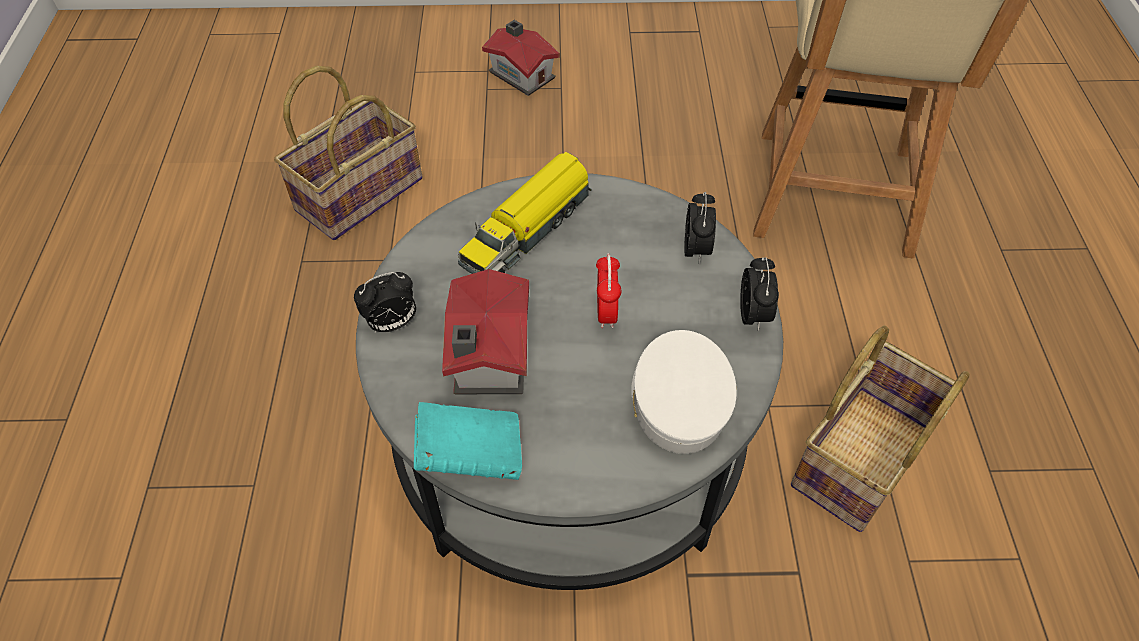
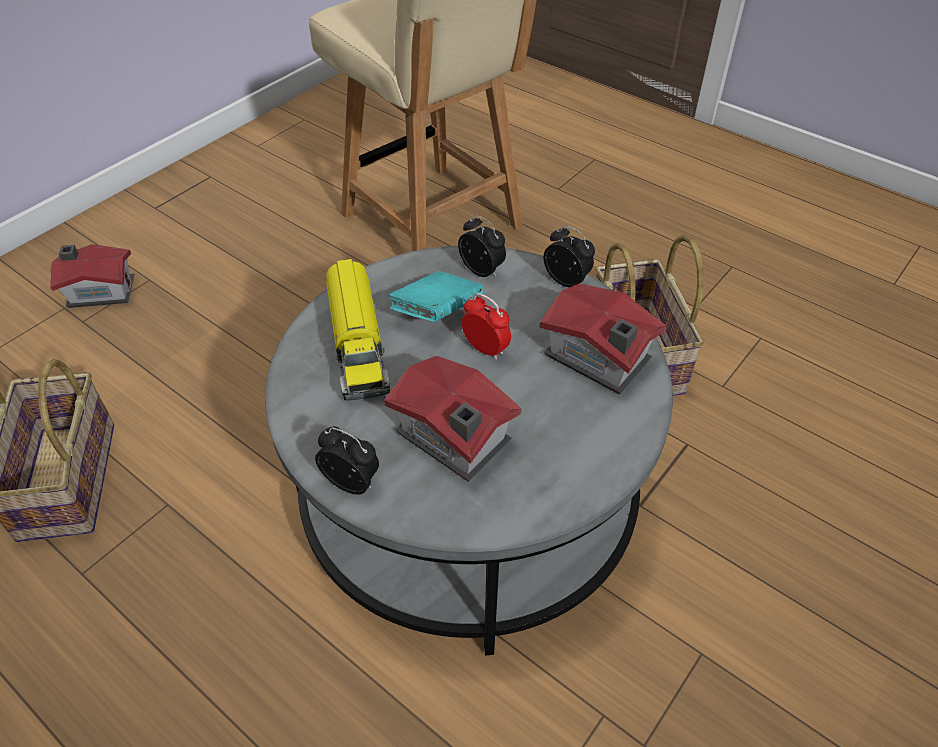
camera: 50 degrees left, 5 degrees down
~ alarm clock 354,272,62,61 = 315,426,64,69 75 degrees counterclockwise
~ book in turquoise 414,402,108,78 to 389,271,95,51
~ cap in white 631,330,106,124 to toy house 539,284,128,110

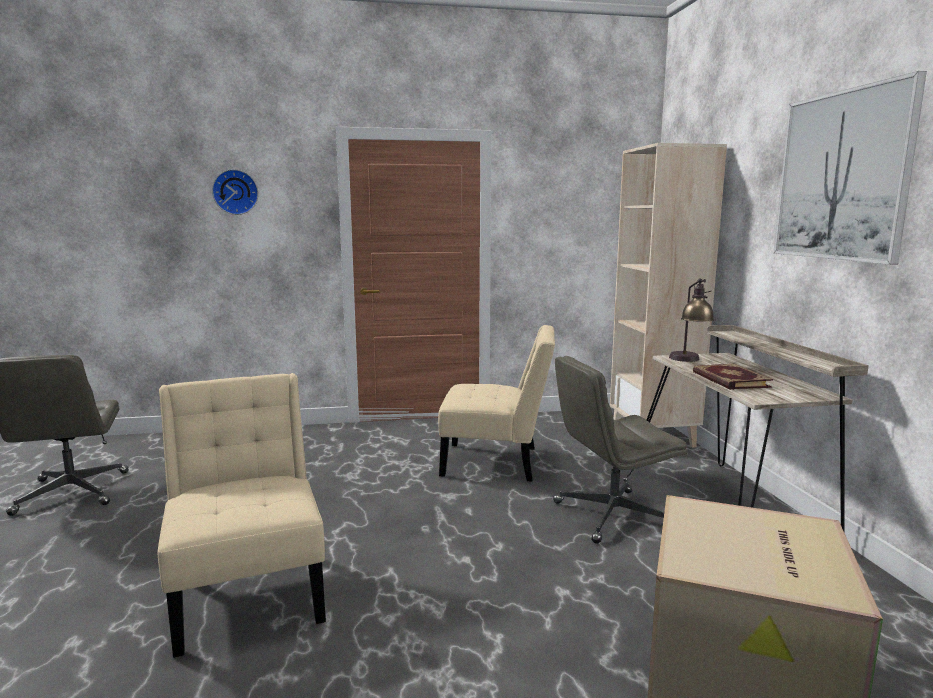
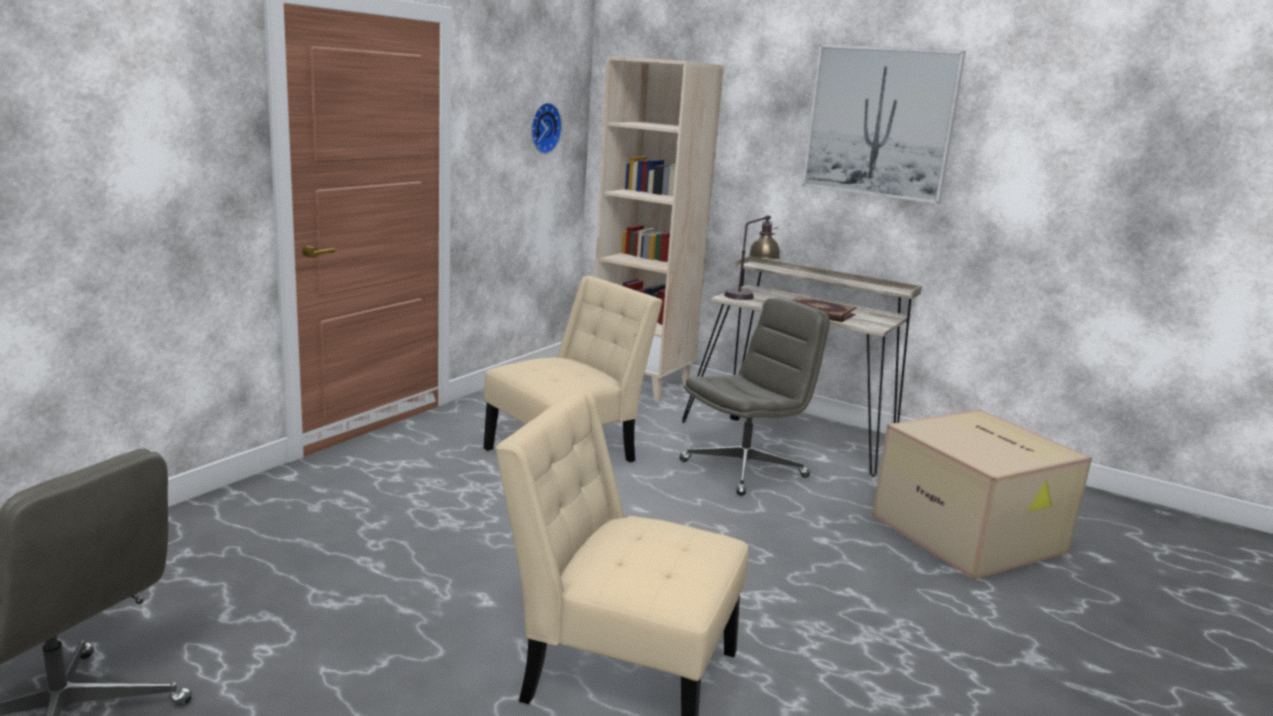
camera: 50 degrees left, 5 degrees up
~ wall clock 212,169,47,46 to 531,103,31,51
~ office chair in grey 553,356,135,187 = 679,298,151,198 150 degrees counterclockwise

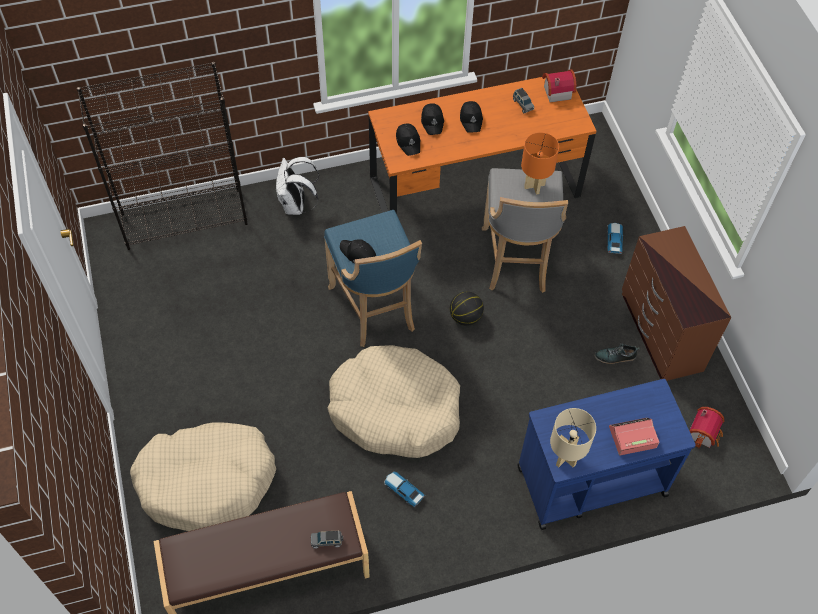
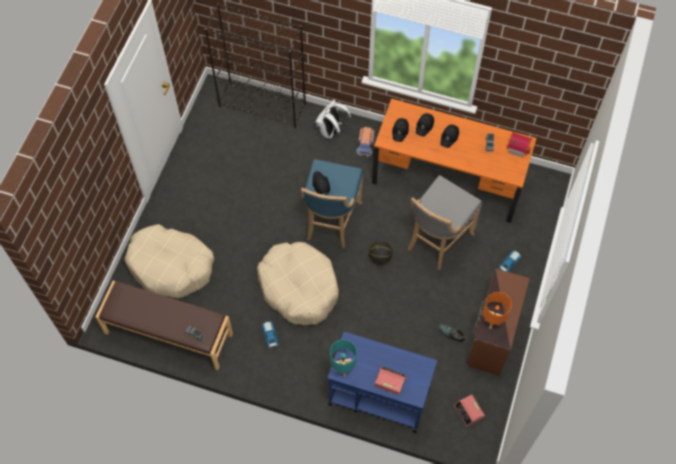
camera: 35 degrees right, 5 degrees up
~ table lamp in orange 521,132,38,62 to 483,292,29,37
~ table lamp in beige 550,408,46,60 to table lamp in turquoise 330,340,27,36
~ toy house 689,407,35,42 to alarm clock 454,395,31,32
+ toy truck 357,127,18,30

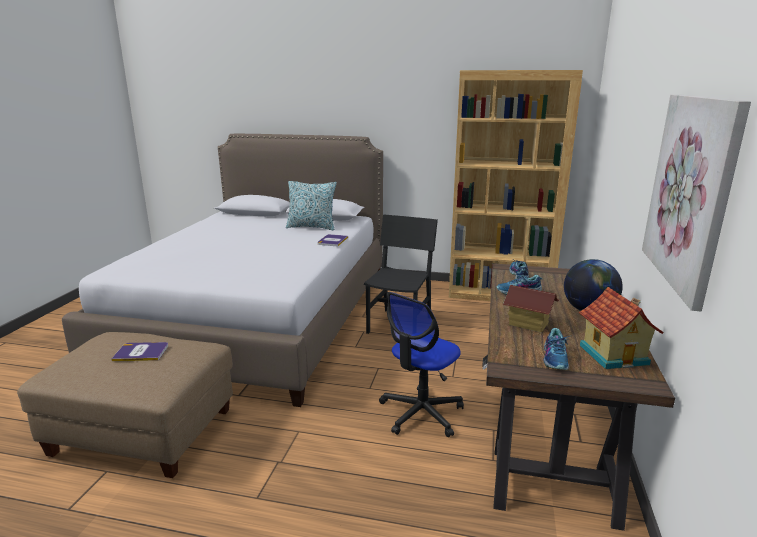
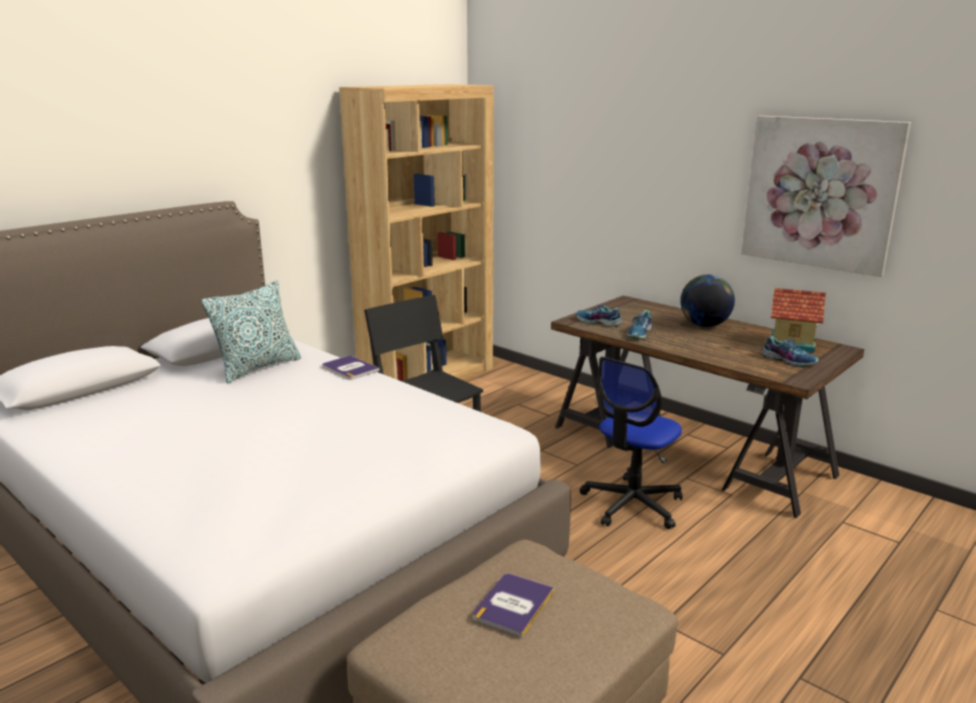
camera: 60 degrees left, 0 degrees up
~ office chair 379,292,85,145 = 580,357,103,172 60 degrees clockwise
- toy house 503,285,56,48

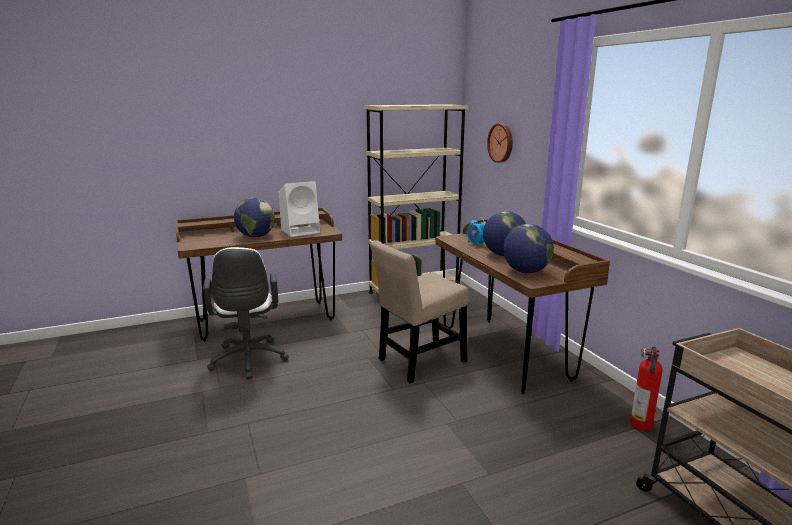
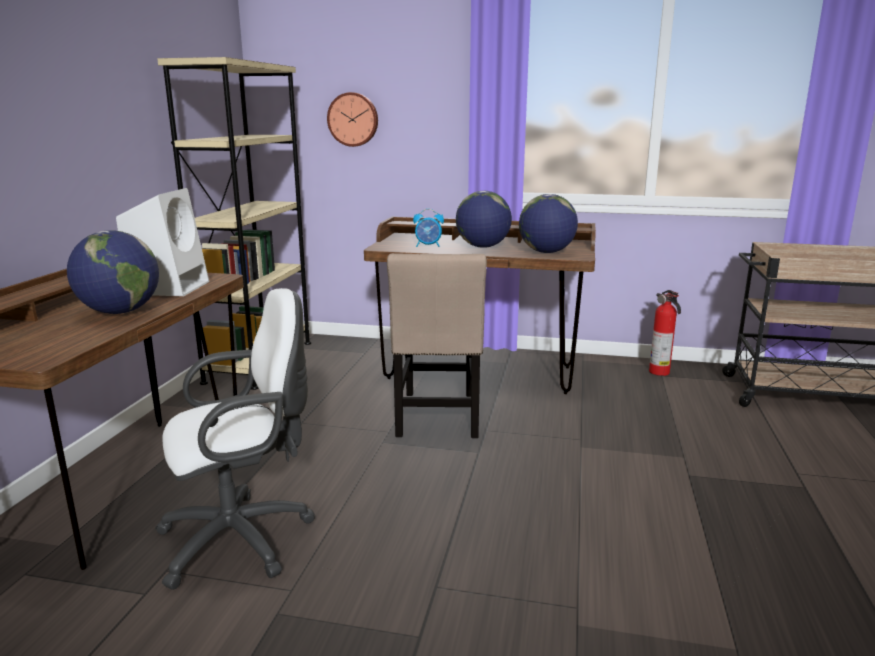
camera: 55 degrees left, 0 degrees up
~ office chair in white 203,247,86,132 = 155,288,160,302 45 degrees counterclockwise

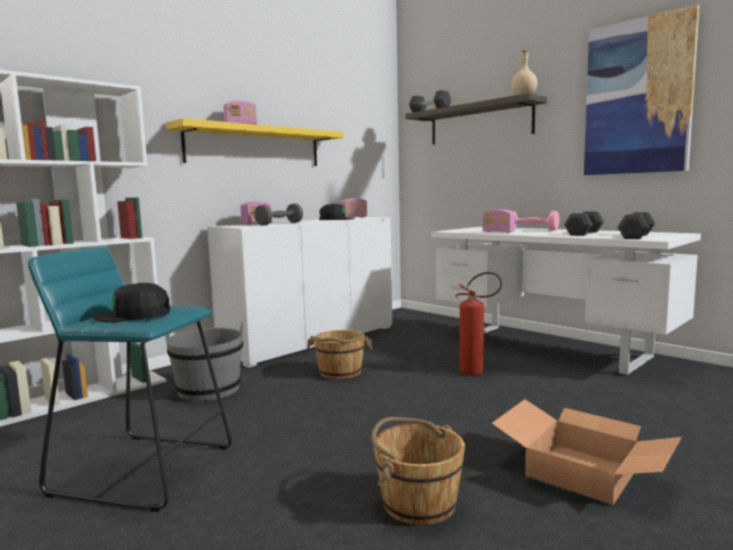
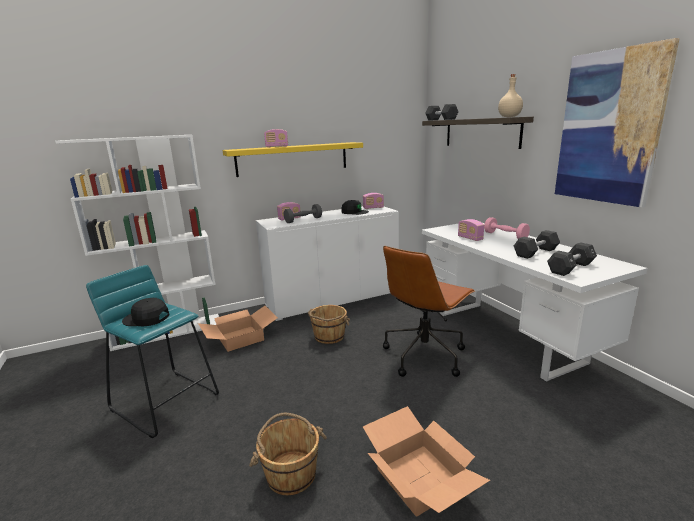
camera: 20 degrees right, 10 degrees up
~ bucket in grey 165,322,78,79 to cardboard box 198,306,80,46
~ fire extinguisher 455,272,47,104 to office chair in brown 383,246,92,131

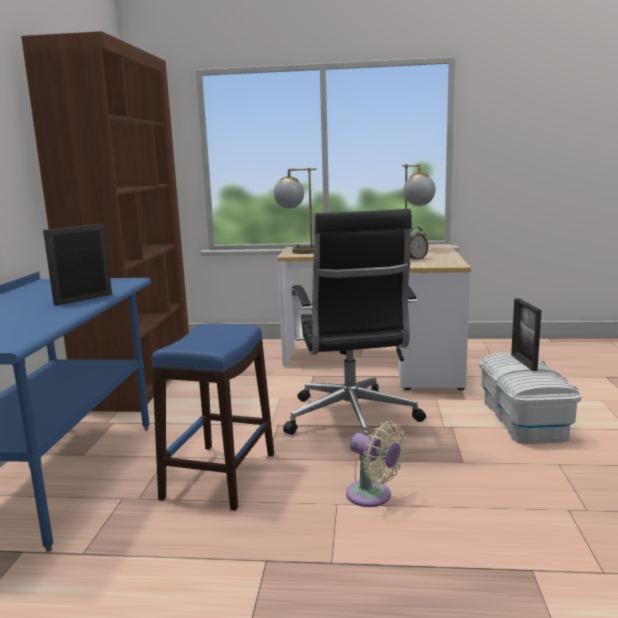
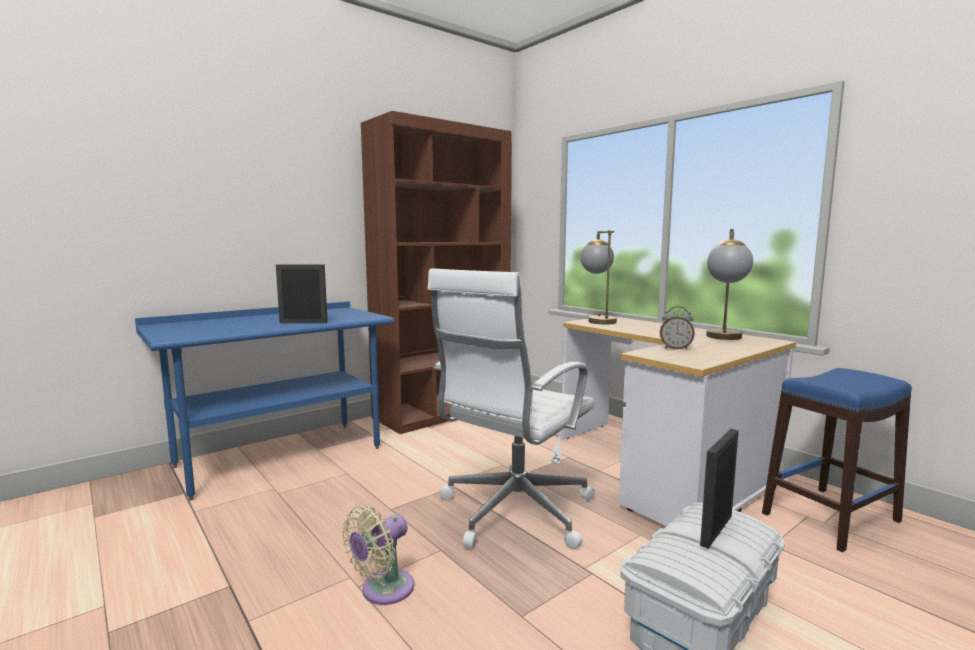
camera: 45 degrees right, 5 degrees down
~ stool in blue 152,323,122,188 to 762,368,150,184
~ office chair in black 283,209,143,226 to office chair in white 427,268,168,281
~ fan in beige 346,422,60,85 = 342,505,72,100 45 degrees clockwise

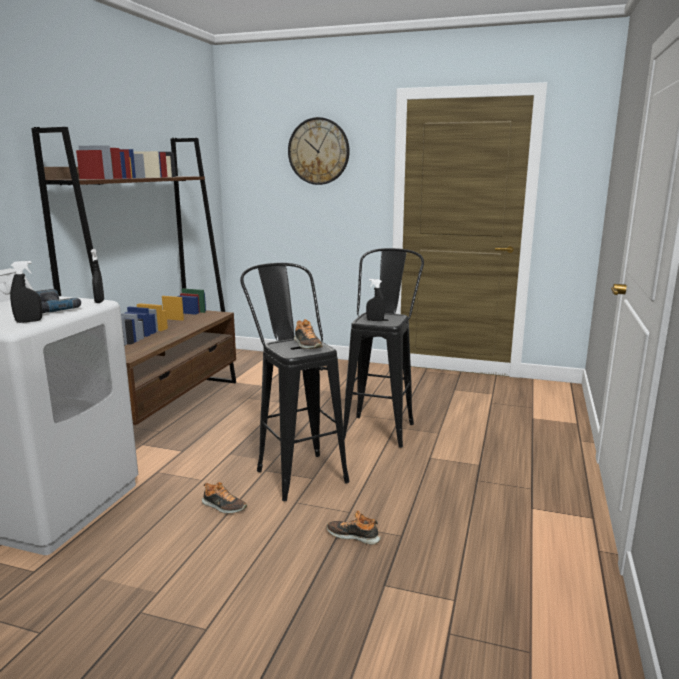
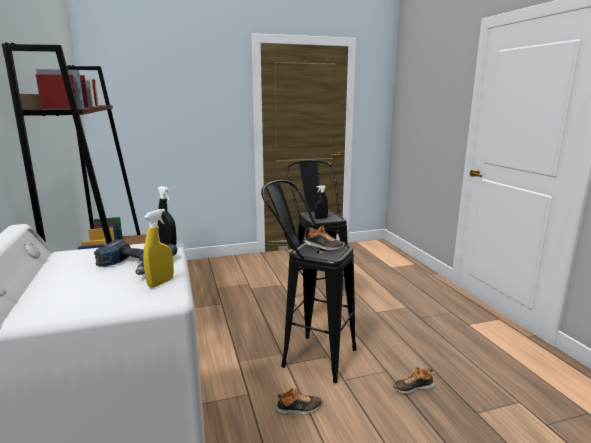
camera: 35 degrees left, 0 degrees up
~ spray bottle in black 10,261,32,62 to spray bottle in yellow 143,209,31,79
- wall clock 288,117,62,68

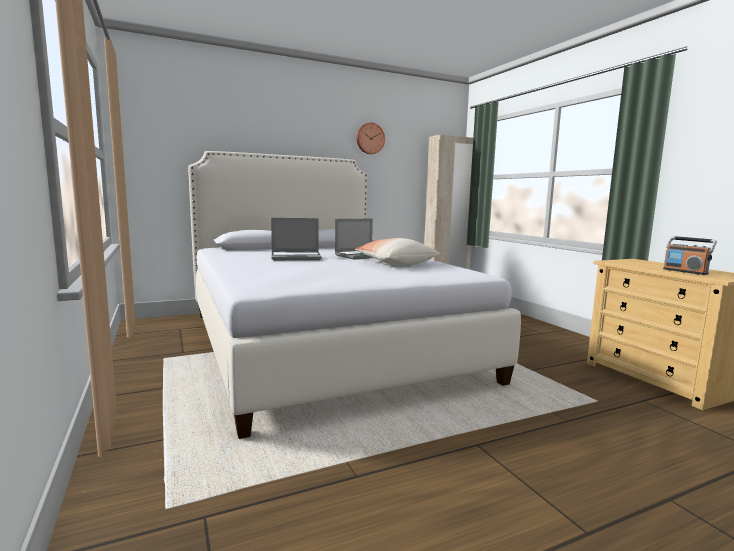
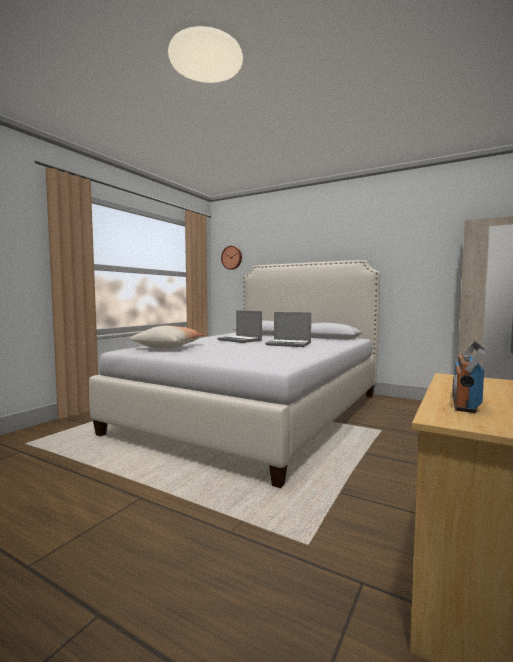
camera: 55 degrees right, 5 degrees down
~ pillow 355,238,85,27 to 129,326,76,23
~ wall clock 356,123,29,31 to 221,246,21,24

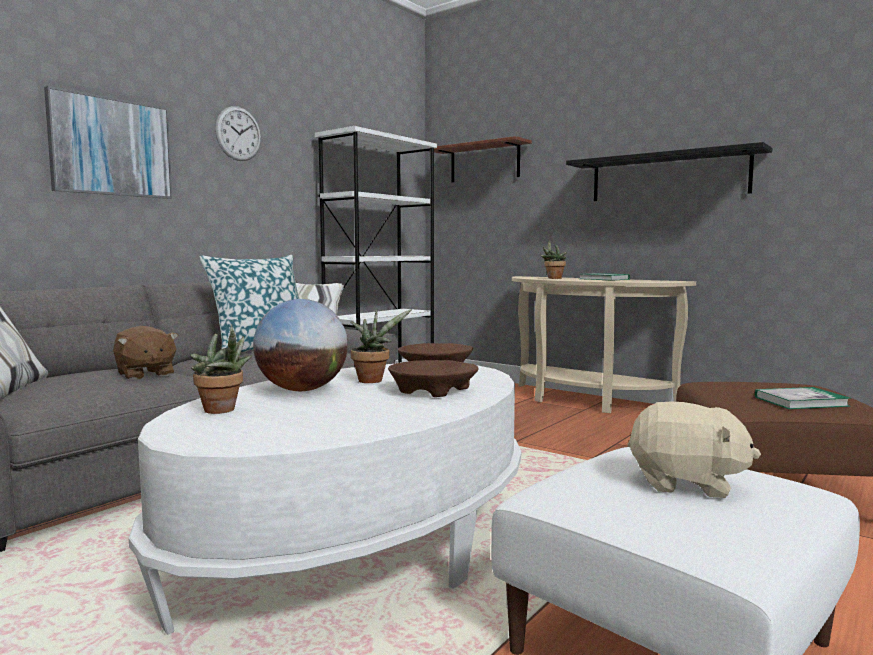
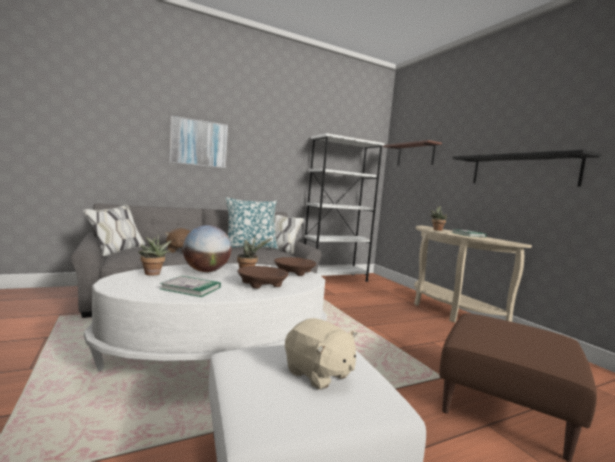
camera: 25 degrees right, 0 degrees up
- wall clock 215,106,46,55
~ book 755,387,96,22 to 160,276,61,21

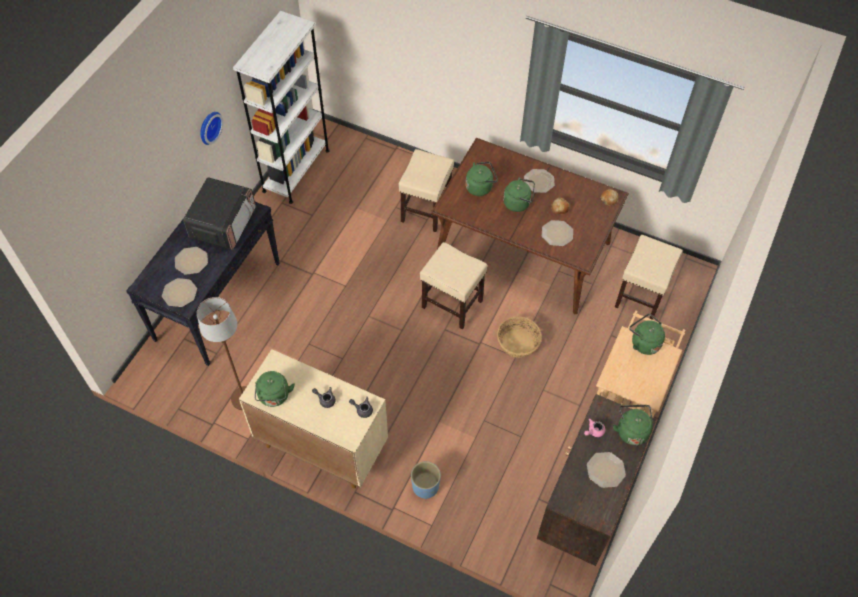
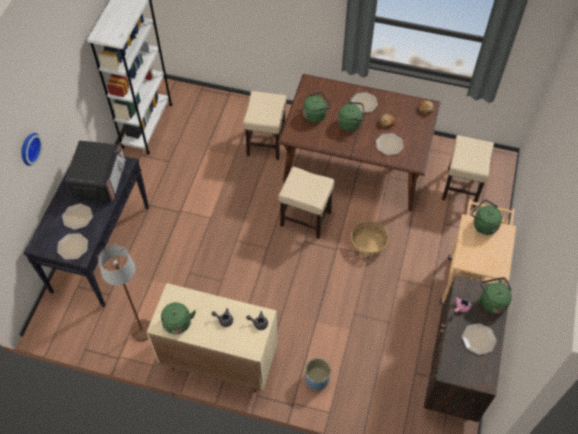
camera: 10 degrees left, 0 degrees up
~ wall clock 200,112,23,33 to 21,133,22,33

